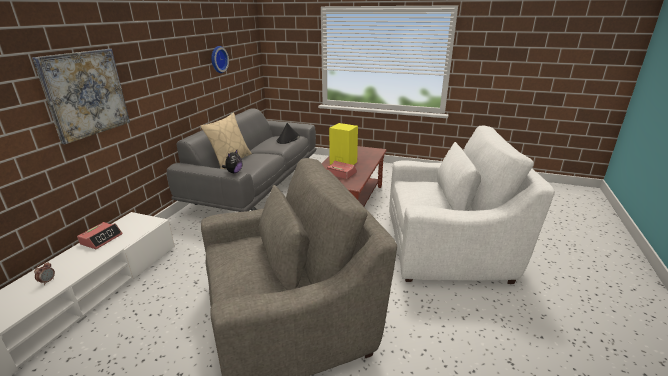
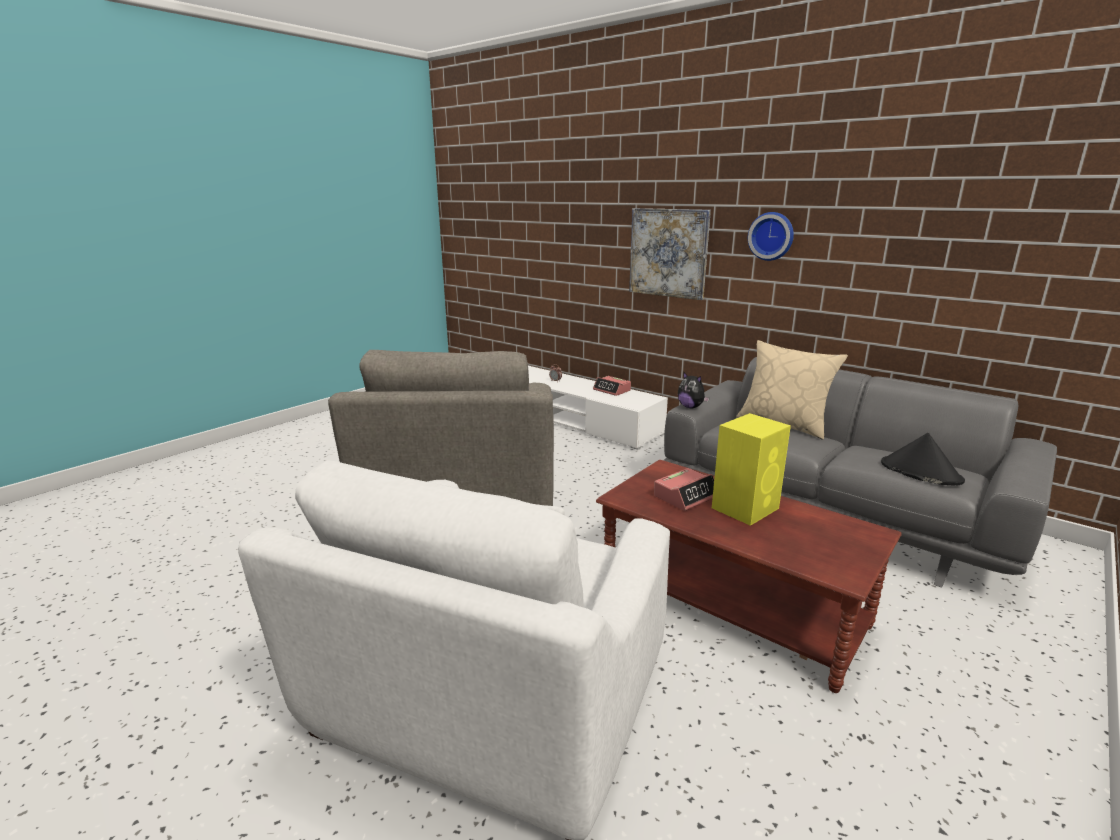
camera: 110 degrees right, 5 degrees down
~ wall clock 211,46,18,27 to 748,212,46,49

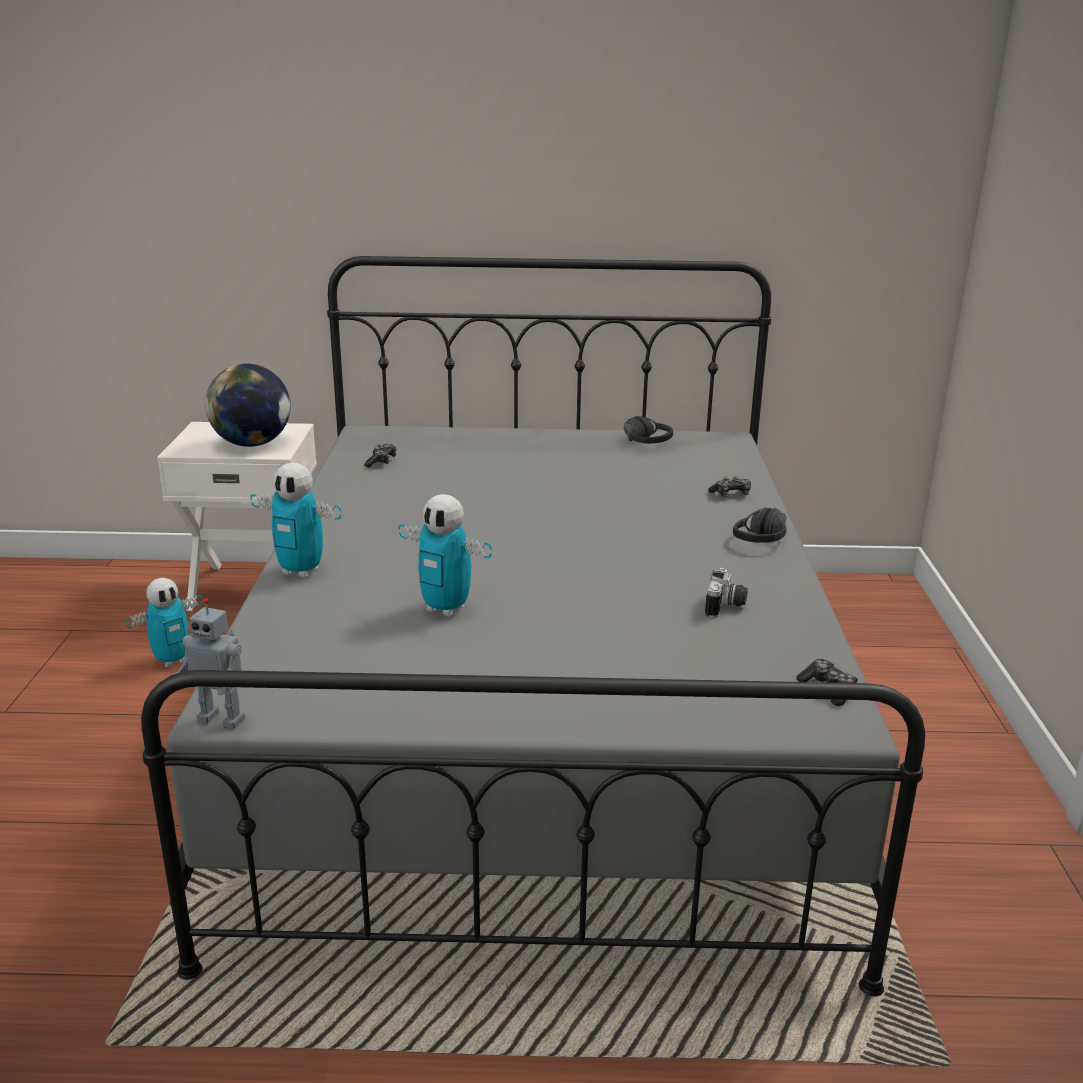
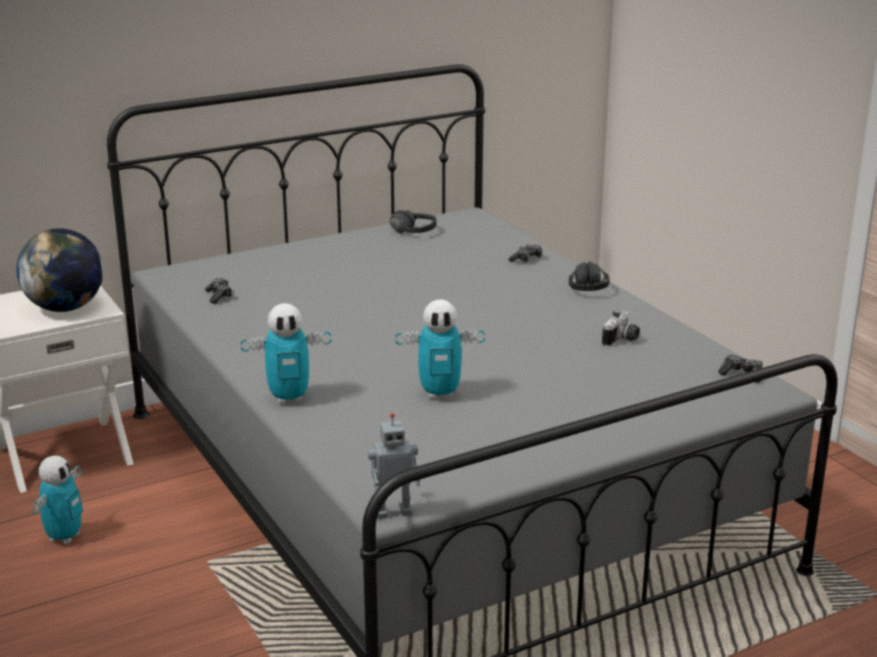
camera: 30 degrees left, 0 degrees up
~ photo camera 705,568,43,50 = 602,310,38,37 45 degrees clockwise

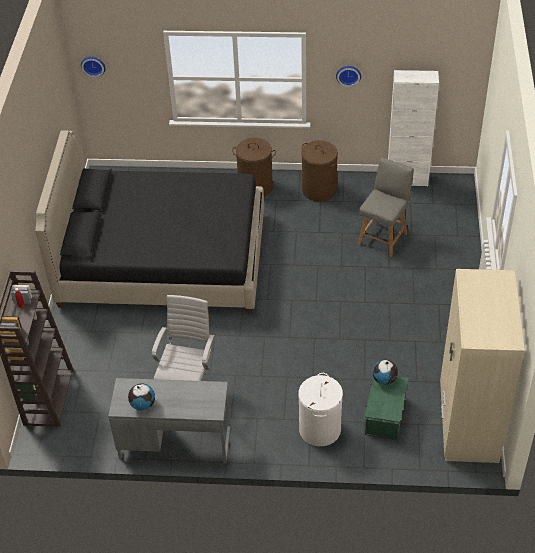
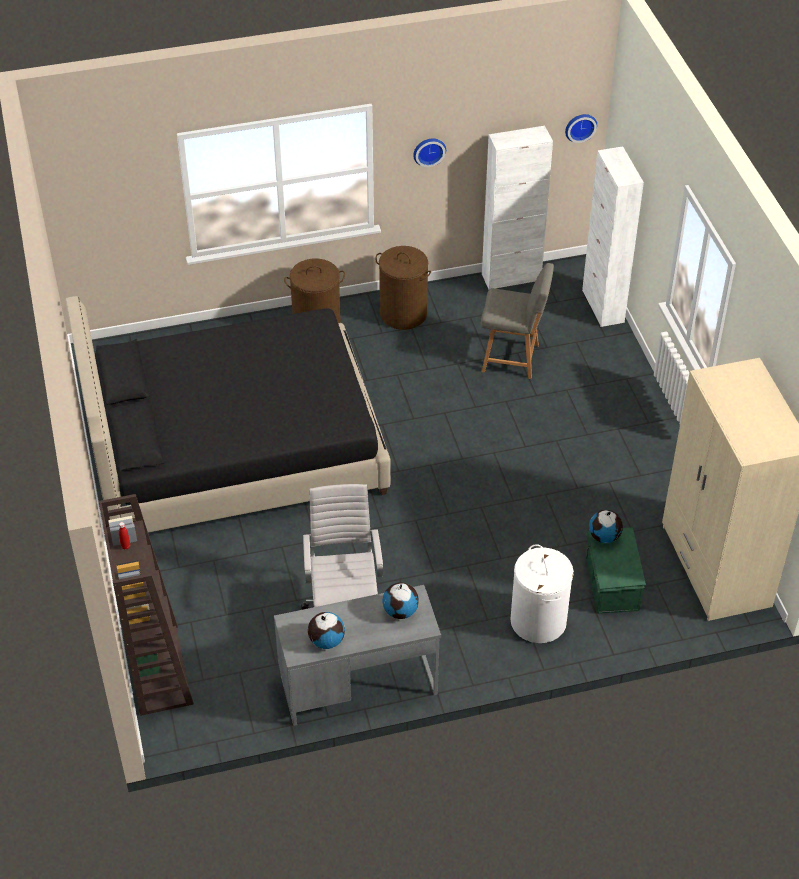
camera: 20 degrees left, 0 degrees up
~ wall clock 81,57,25,20 to 565,114,32,29
~ chair in grey 358,158,56,99 = 481,263,73,116 90 degrees clockwise
+ globe 382,583,37,36
+ cabinet in white 582,146,62,181

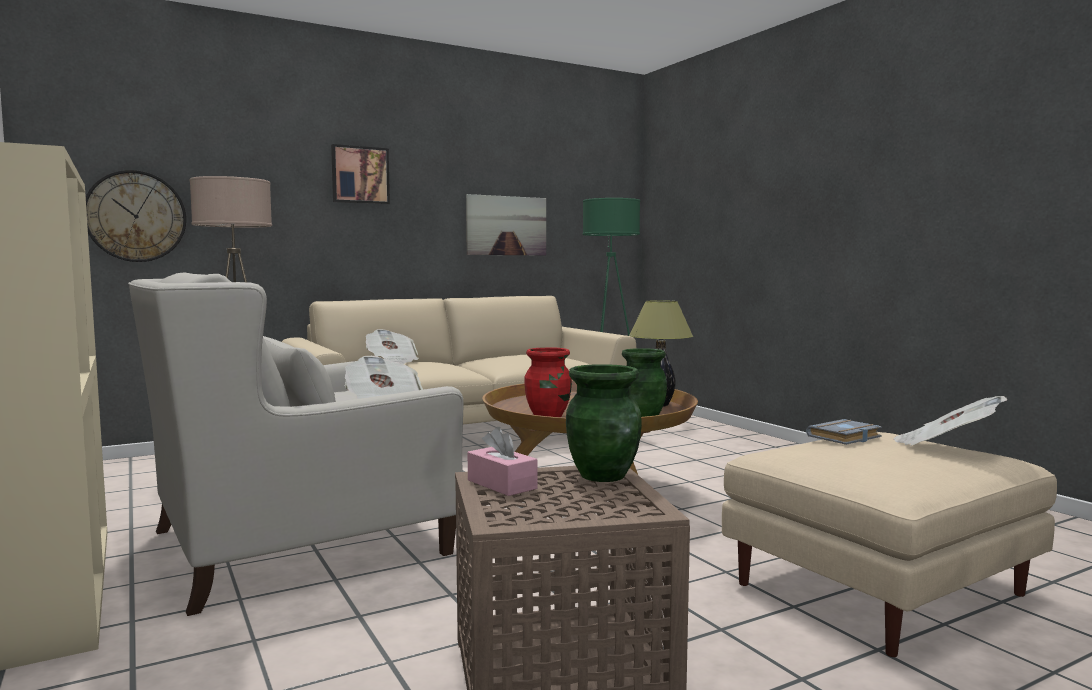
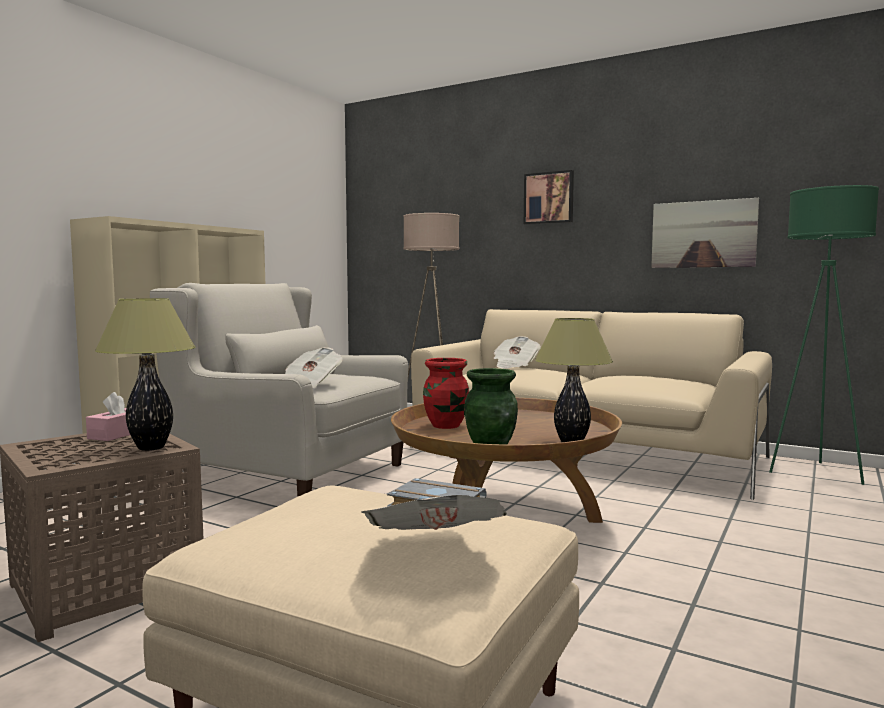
camera: 60 degrees right, 0 degrees up
- wall clock 86,170,100,92
~ vase in green 566,364,76,118 to table lamp 95,298,100,153

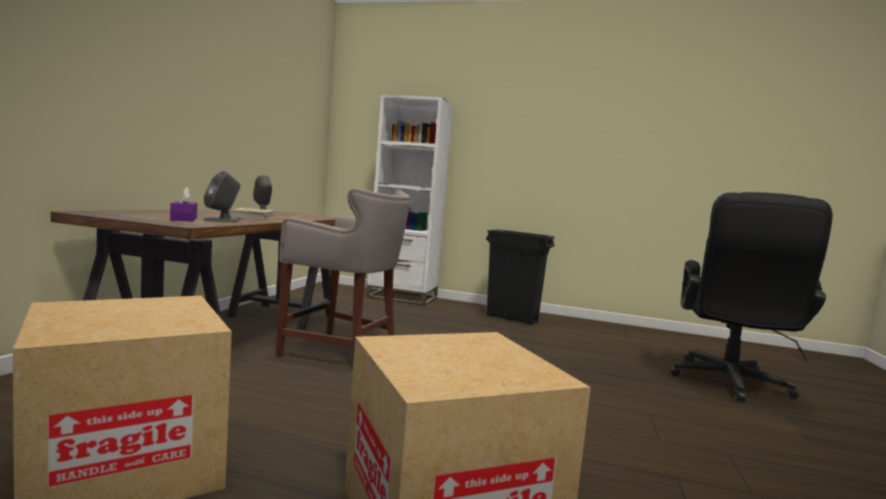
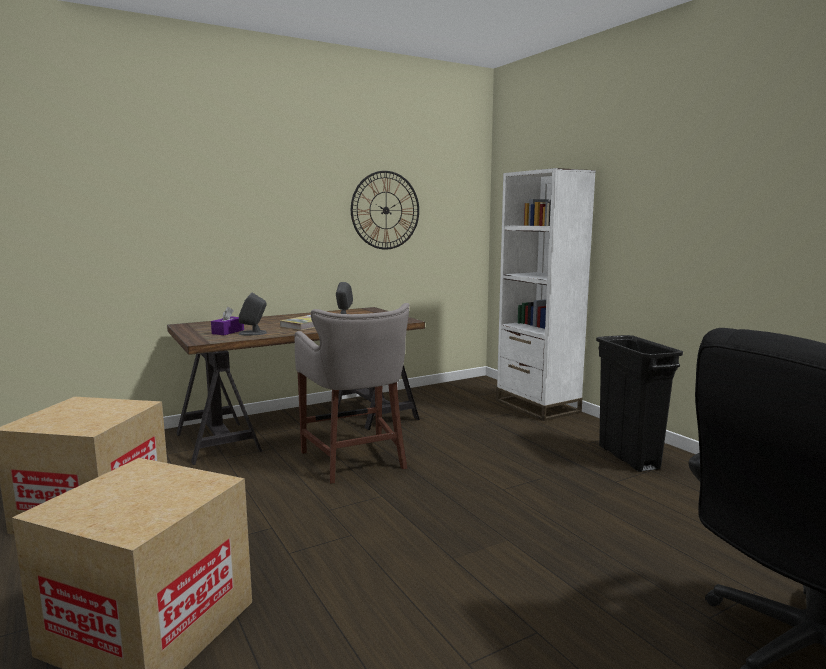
camera: 45 degrees right, 5 degrees up
+ wall clock 351,171,68,79

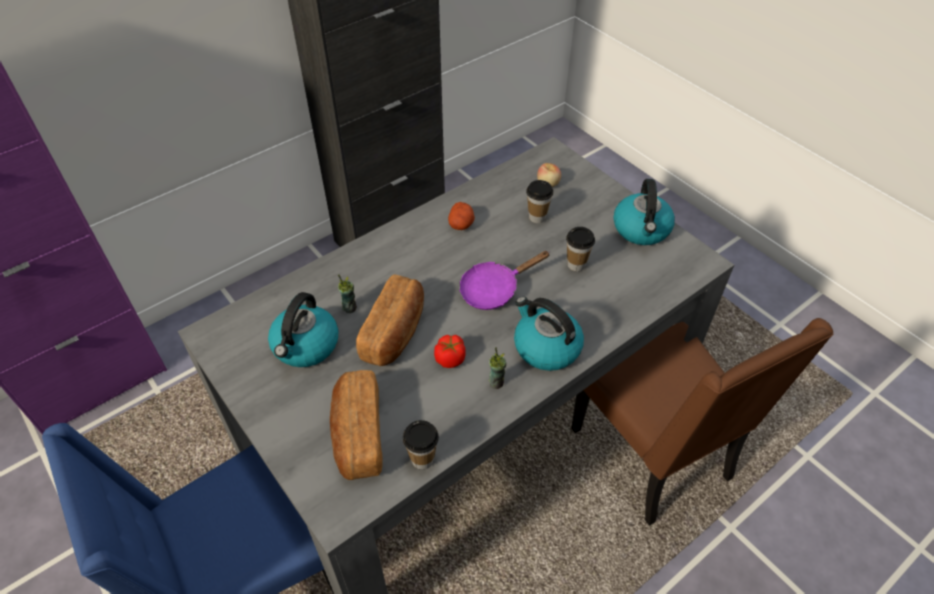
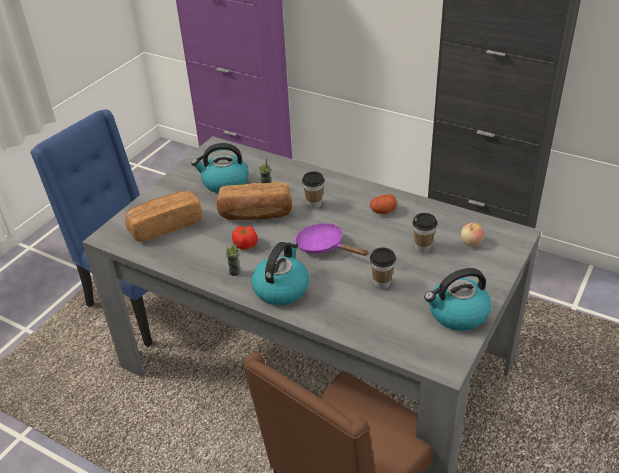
camera: 70 degrees right, 10 degrees down
~ cup 403,420,36,50 to 302,171,23,38

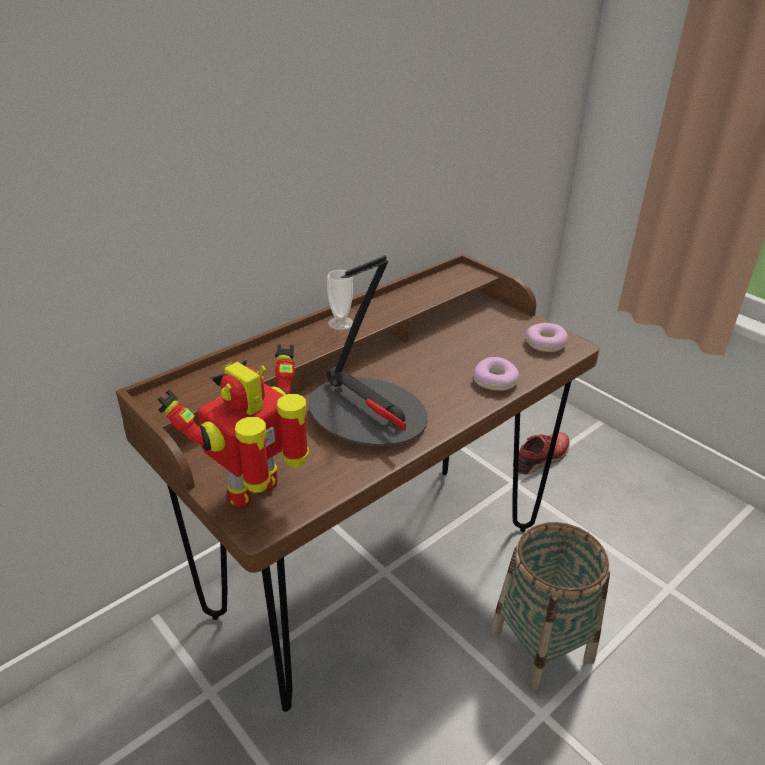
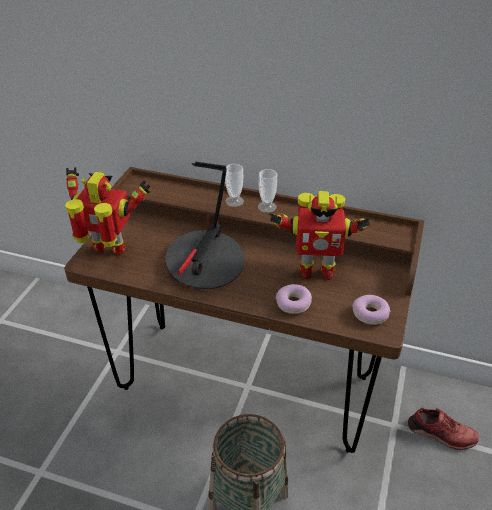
camera: 60 degrees right, 5 degrees up
+ cup 225,164,19,43
+ toy robot 269,191,101,89

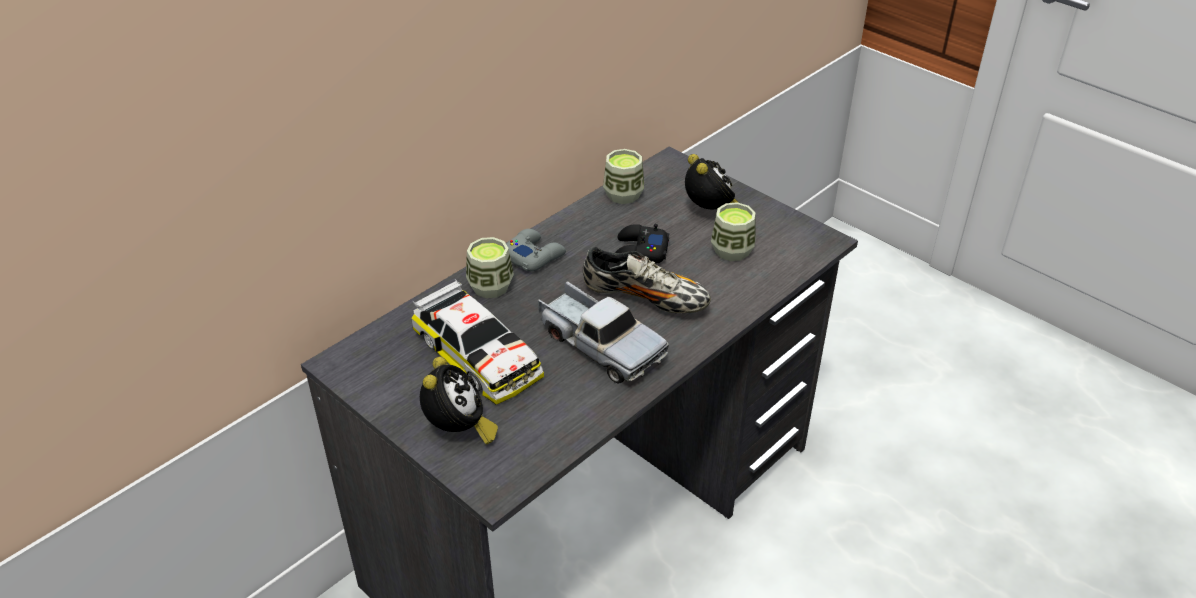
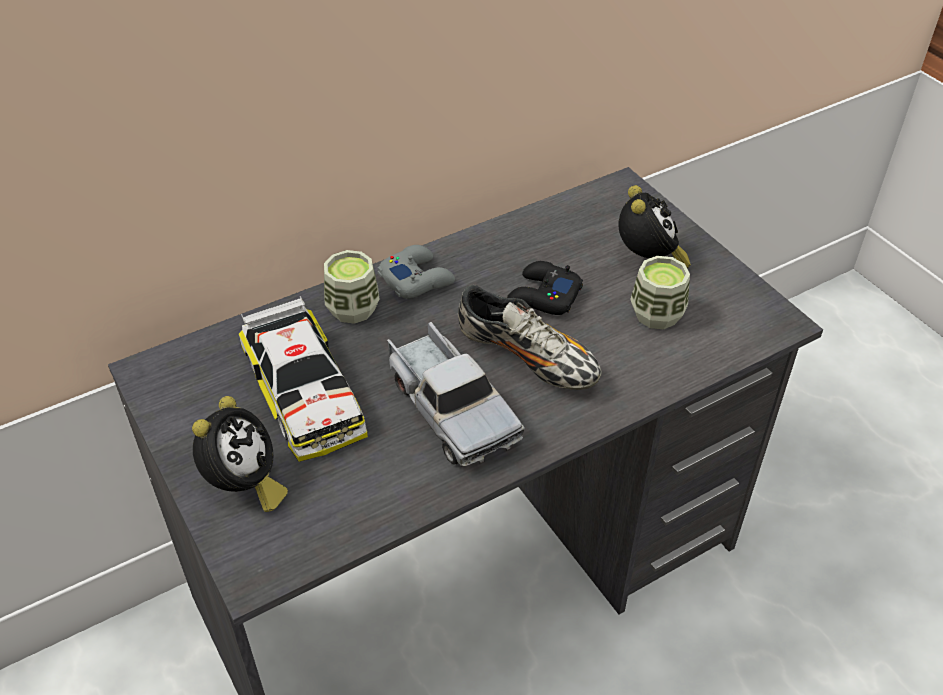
camera: 15 degrees right, 5 degrees up
- cup 603,149,41,55

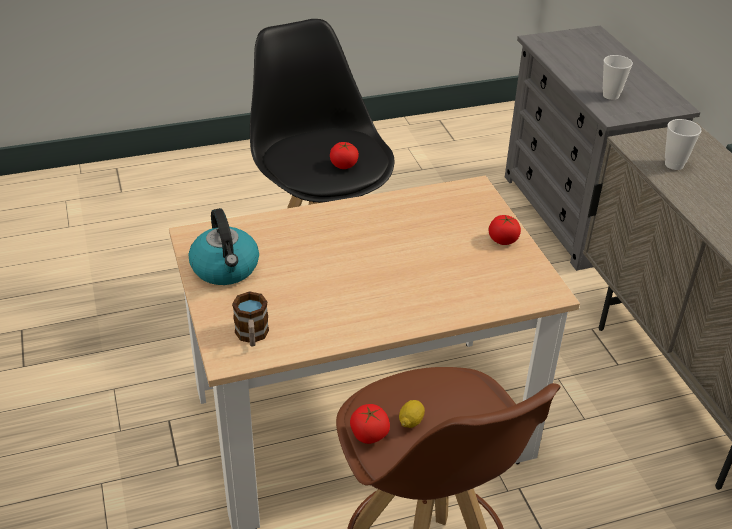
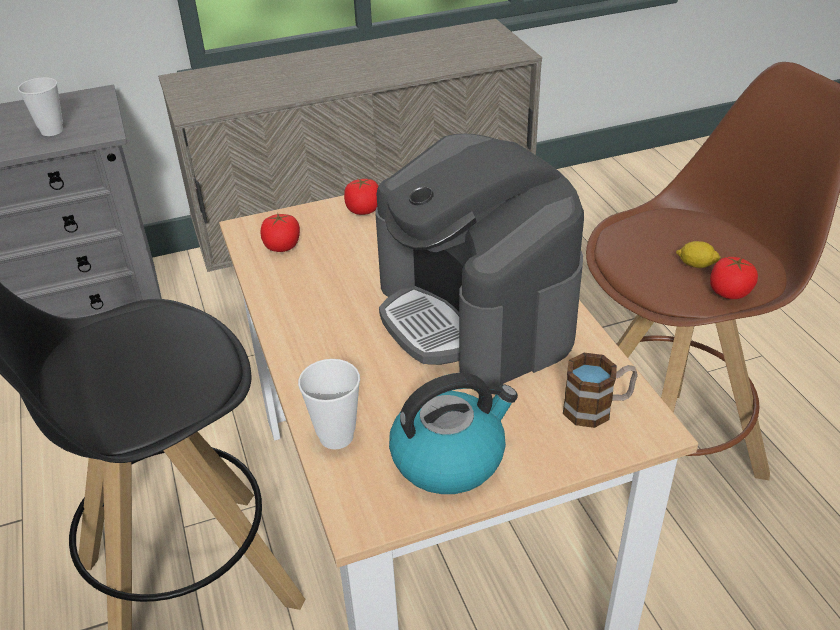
camera: 90 degrees left, 0 degrees up
~ tomato 330,142,29,27 to 261,212,39,40
~ cup 665,119,36,51 to 298,359,62,90
+ coffee machine 375,134,209,253

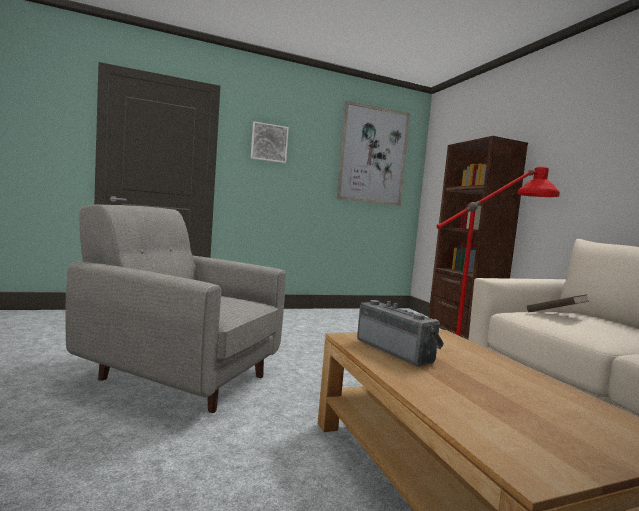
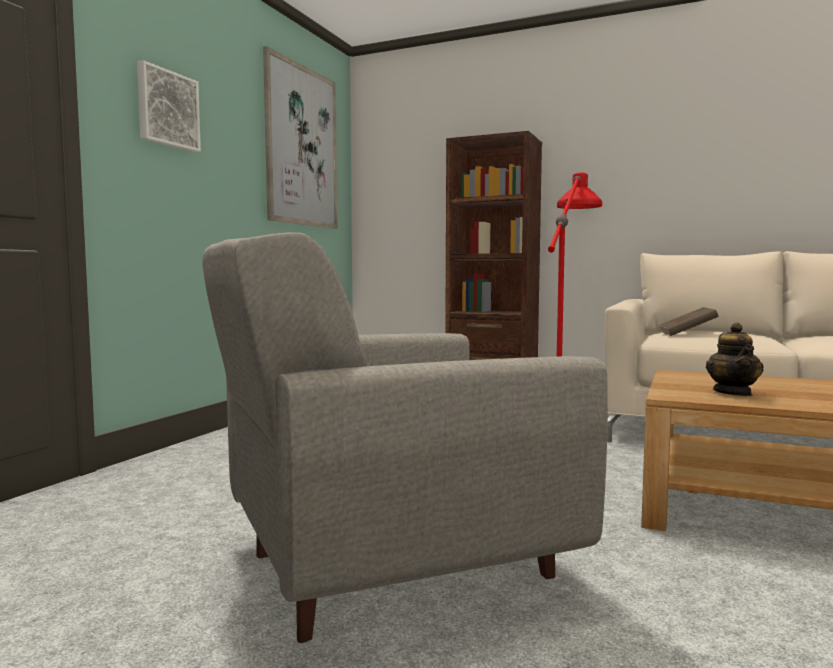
camera: 45 degrees left, 0 degrees up
~ radio 357,300,87,66 to teapot 706,323,58,73

